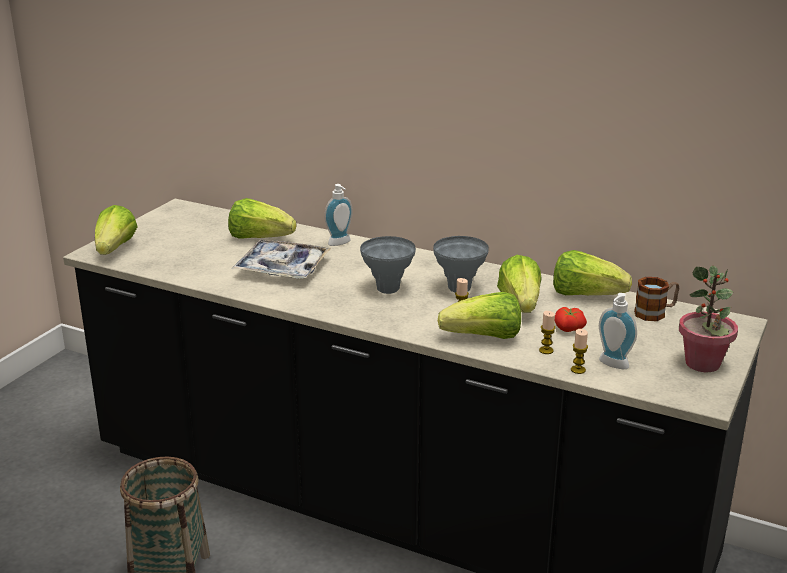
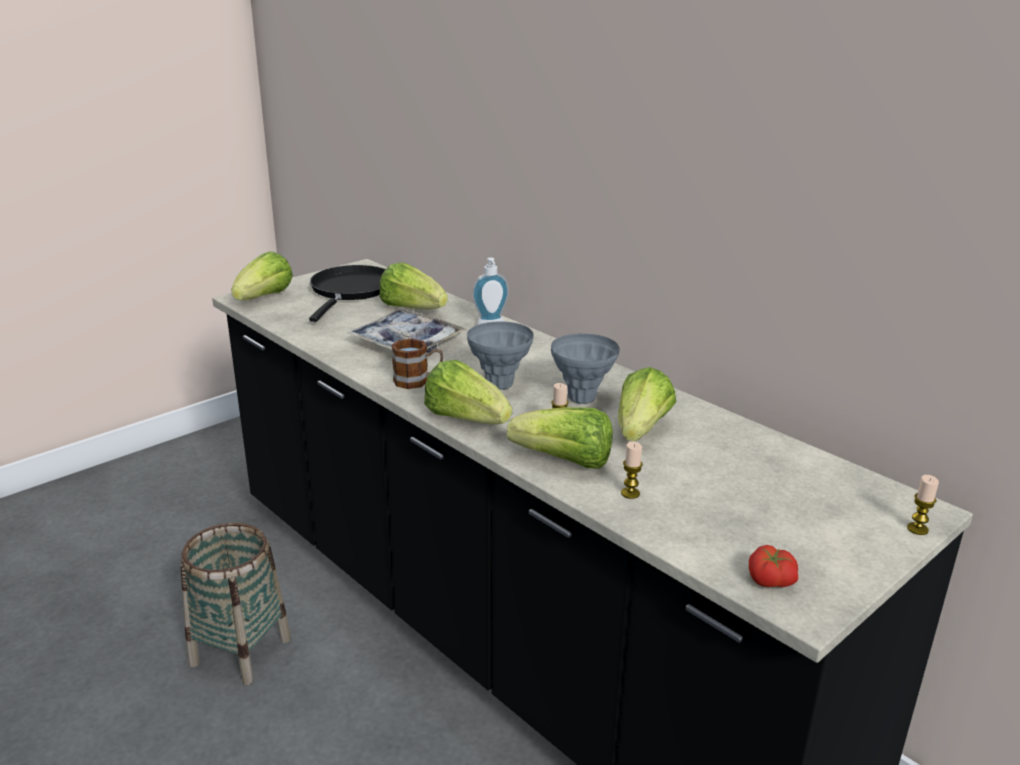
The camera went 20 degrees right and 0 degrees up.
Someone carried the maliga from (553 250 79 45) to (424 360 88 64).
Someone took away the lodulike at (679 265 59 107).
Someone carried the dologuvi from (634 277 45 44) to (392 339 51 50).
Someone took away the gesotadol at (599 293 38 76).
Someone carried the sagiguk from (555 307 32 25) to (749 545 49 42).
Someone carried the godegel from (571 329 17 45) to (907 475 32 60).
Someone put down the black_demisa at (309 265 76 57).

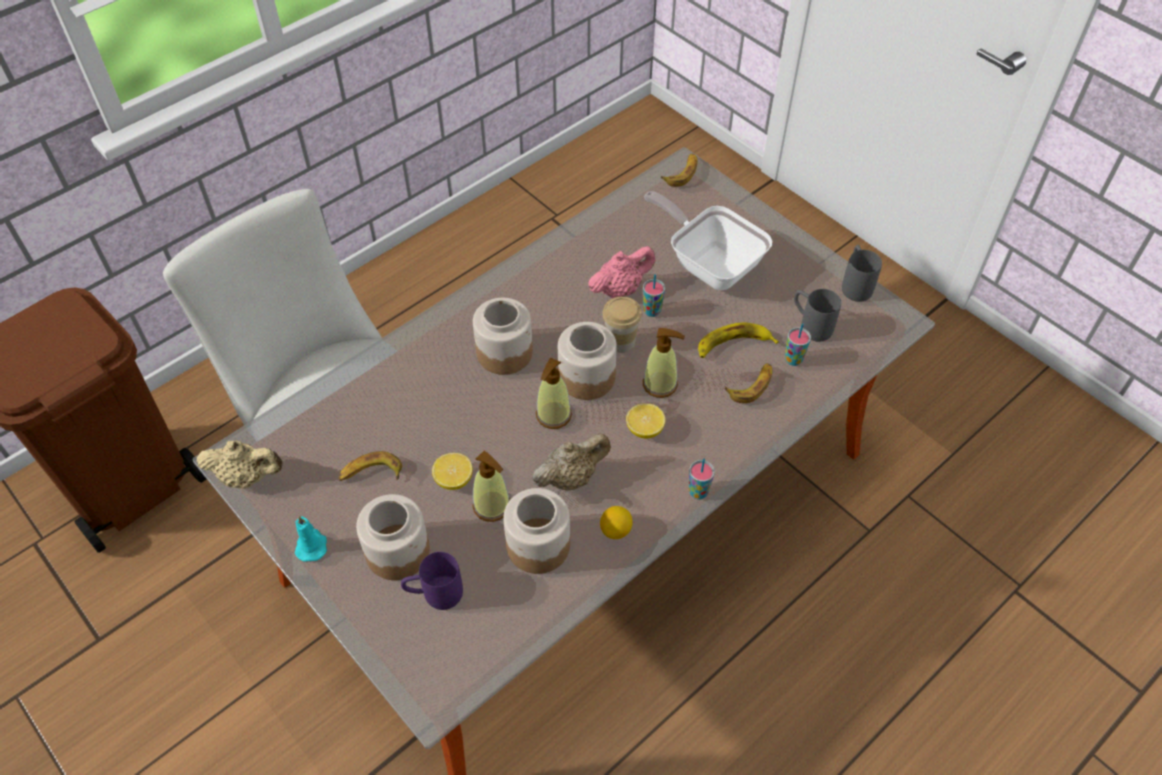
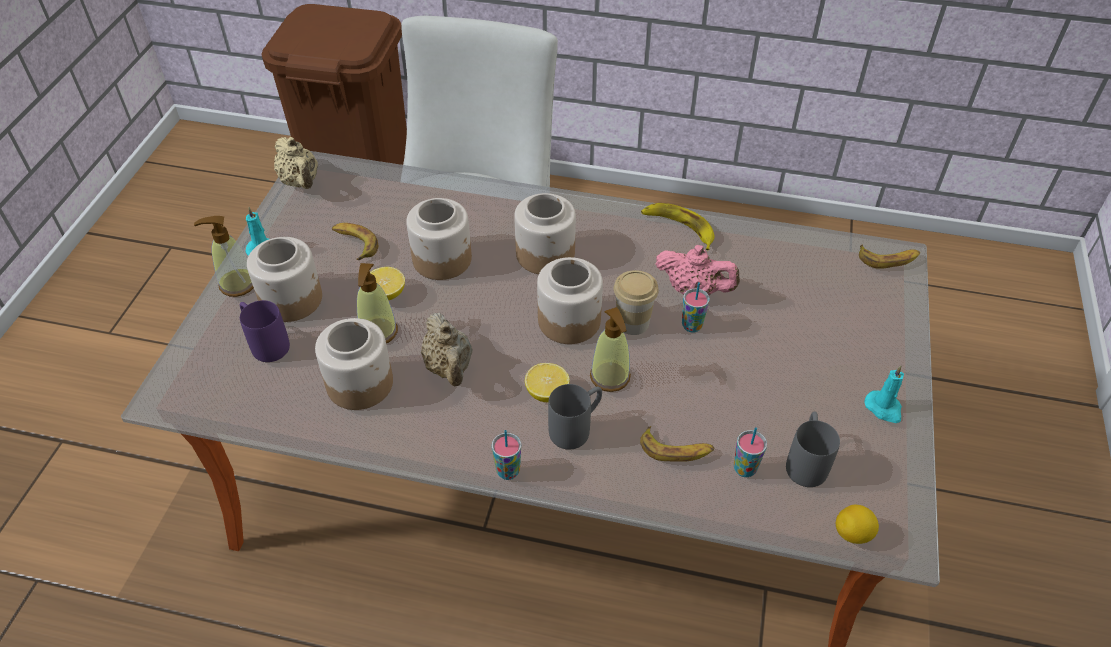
The camera went 55 degrees right and 5 degrees down.
Someone took away the demisa at (644 191 129 99).
Someone carried the grey_dologuvi from (842 245 40 57) to (548 384 54 65).
Someone carried the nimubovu from (698 322 81 36) to (641 203 73 47).
Someone carried the gesotadol from (536 358 36 71) to (194 216 60 81).
Someone rotated the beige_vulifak at (532 434 79 56) by 45 degrees clockwise.
Someone carried the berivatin from (600 506 33 33) to (836 505 43 39).
Someone put down the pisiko at (406 198 66 82).
Someone put down the turquoise_godegel at (864 366 40 57).

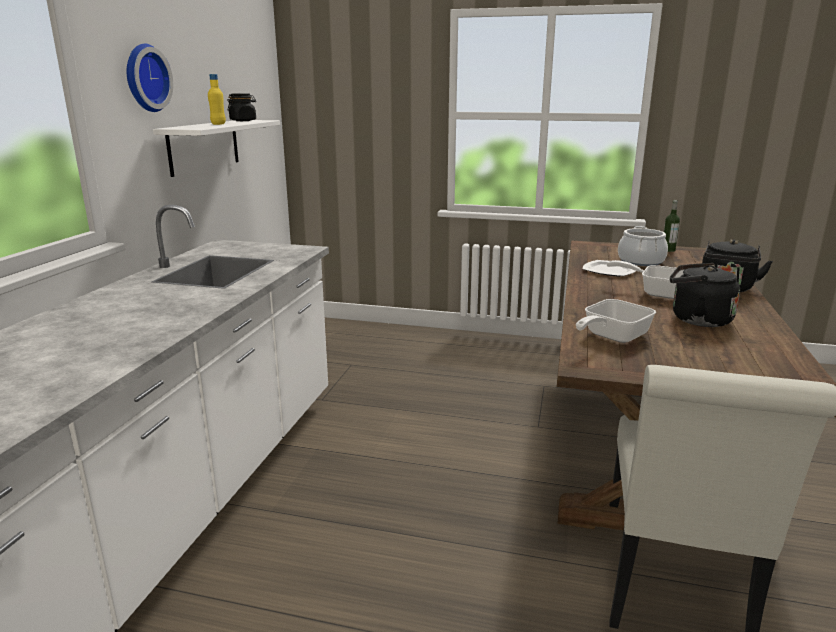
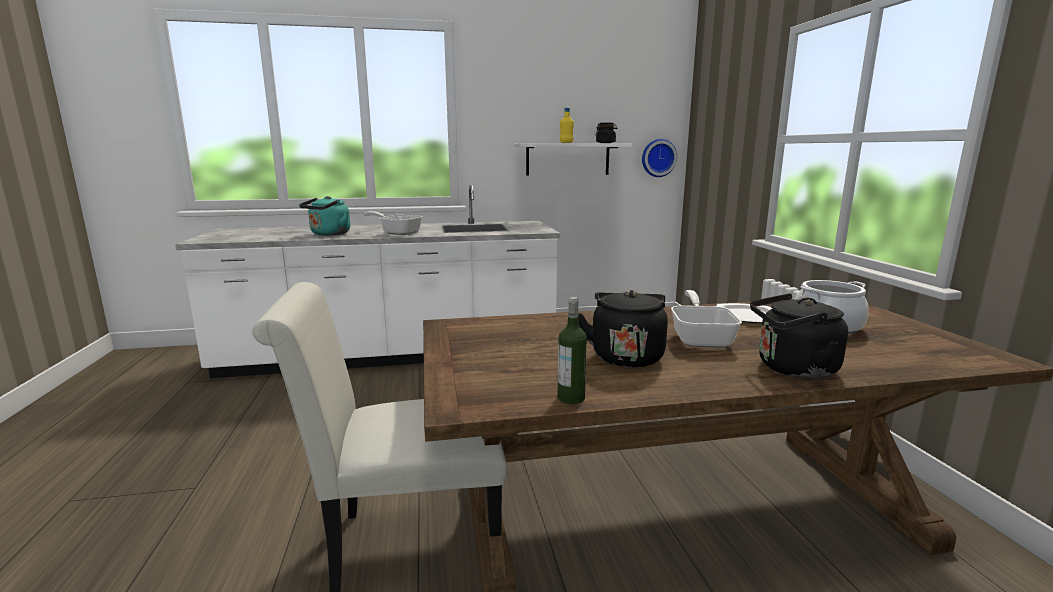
The camera went 65 degrees right and 5 degrees down.
Someone carried the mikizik from (127 44 46 68) to (642 139 35 38).
Someone carried the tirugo from (664 200 16 52) to (558 297 29 107).
Someone carried the demisa from (576 299 80 44) to (364 211 58 24).
Someone put down the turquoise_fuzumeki at (299 196 51 40).

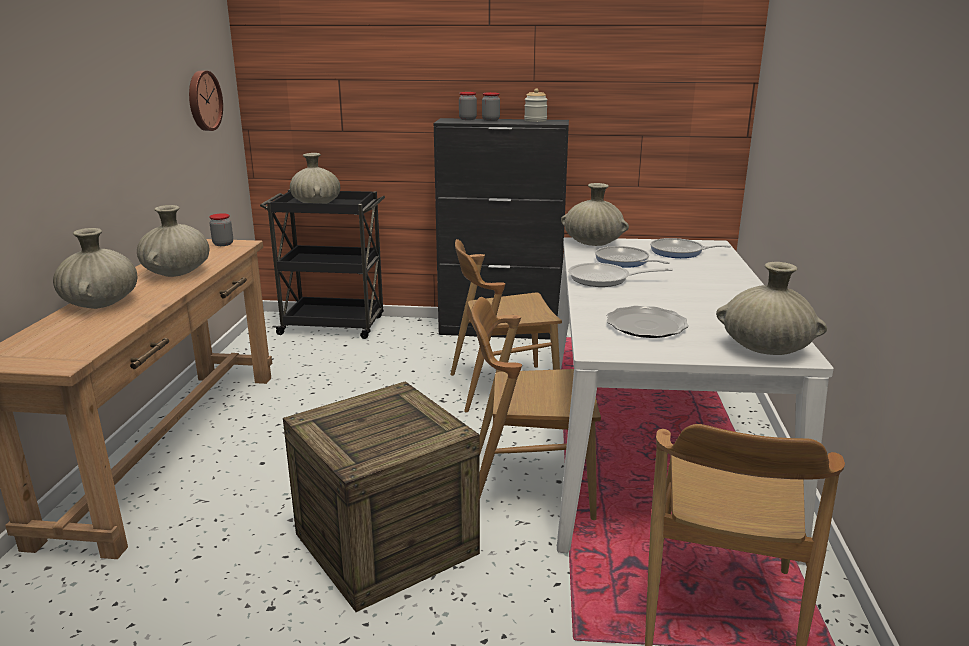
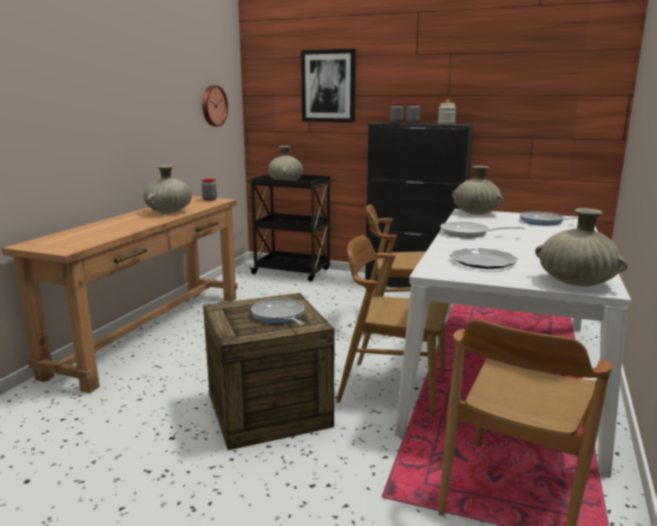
The camera went 15 degrees right and 5 degrees down.
Someone took away the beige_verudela at (53 228 84 81).
Someone carried the demisa from (595 246 75 22) to (251 298 54 27).
Someone put up the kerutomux at (301 49 55 74).

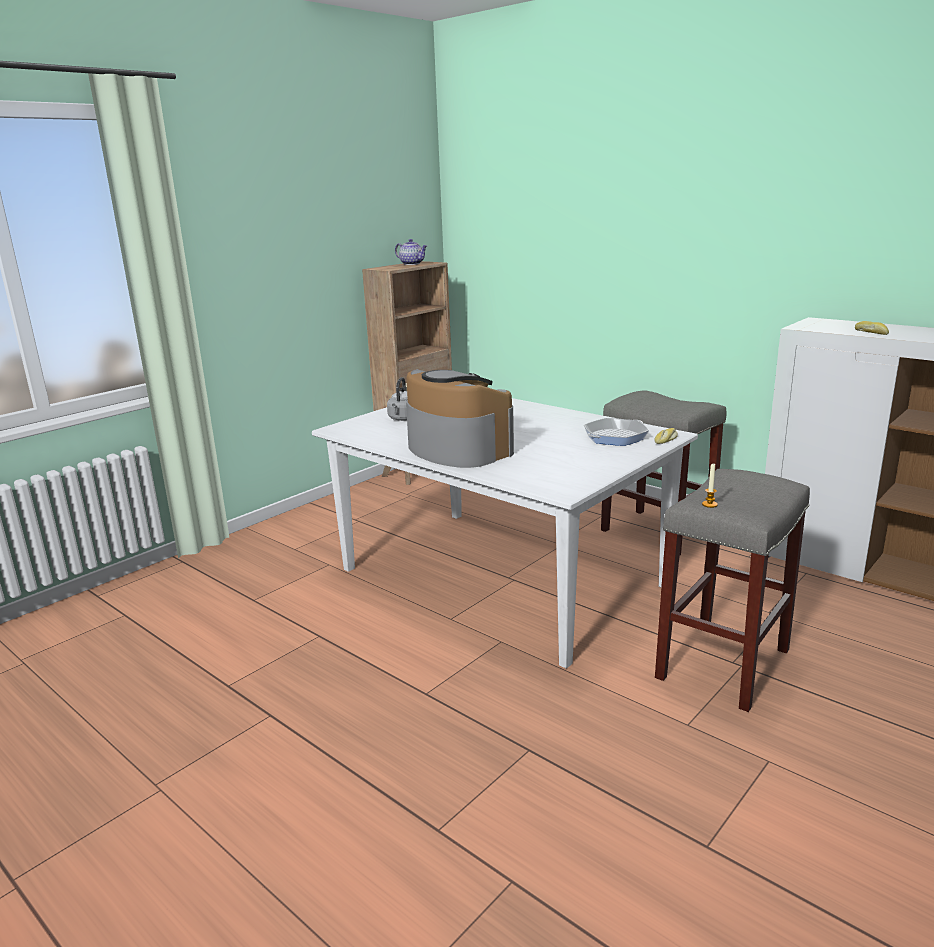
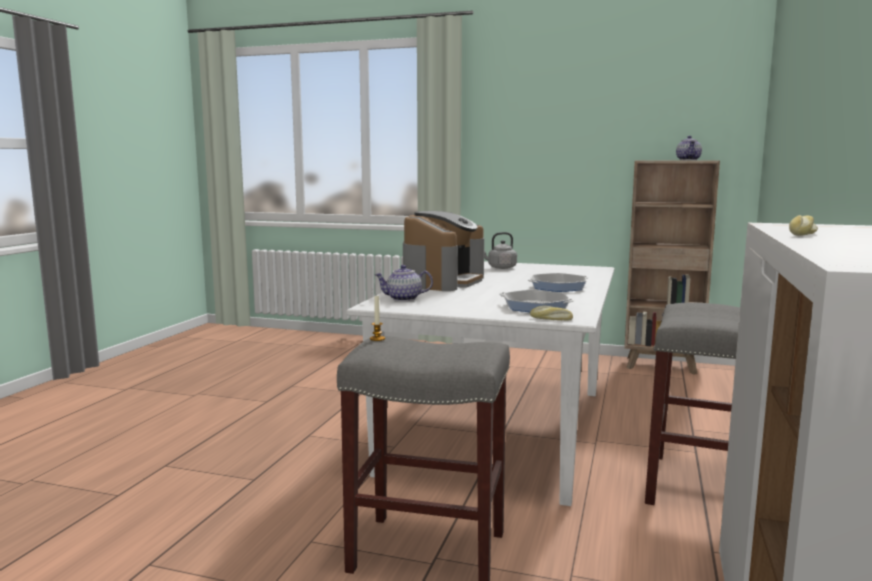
The camera went 65 degrees right and 10 degrees down.
Someone put down the vulifak at (374 265 59 36).
Someone put down the demisa at (528 273 61 19).

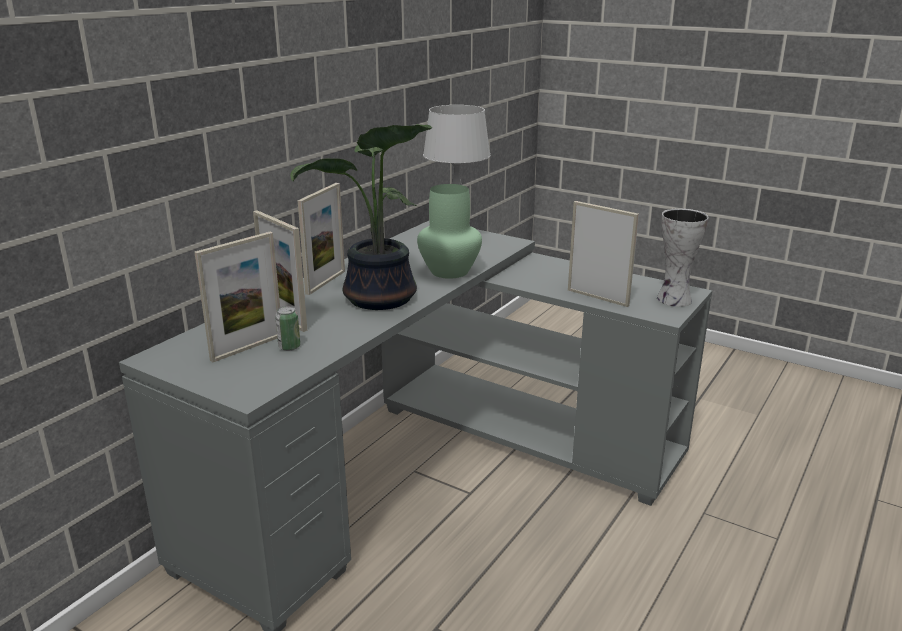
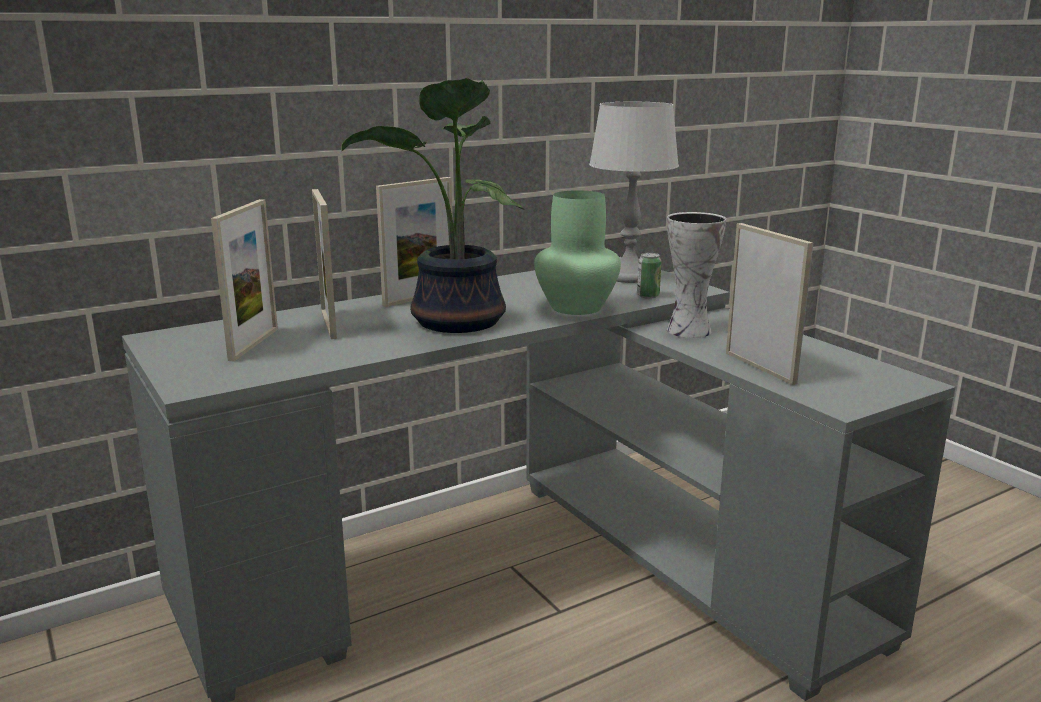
The camera went 25 degrees right and 5 degrees down.
Someone carried the verudela from (657 208 52 99) to (667 212 59 126).
Someone rotated the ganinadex at (194 232 86 130) by 60 degrees counterclockwise.
Someone carried the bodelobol from (275 306 25 45) to (637 253 24 46).

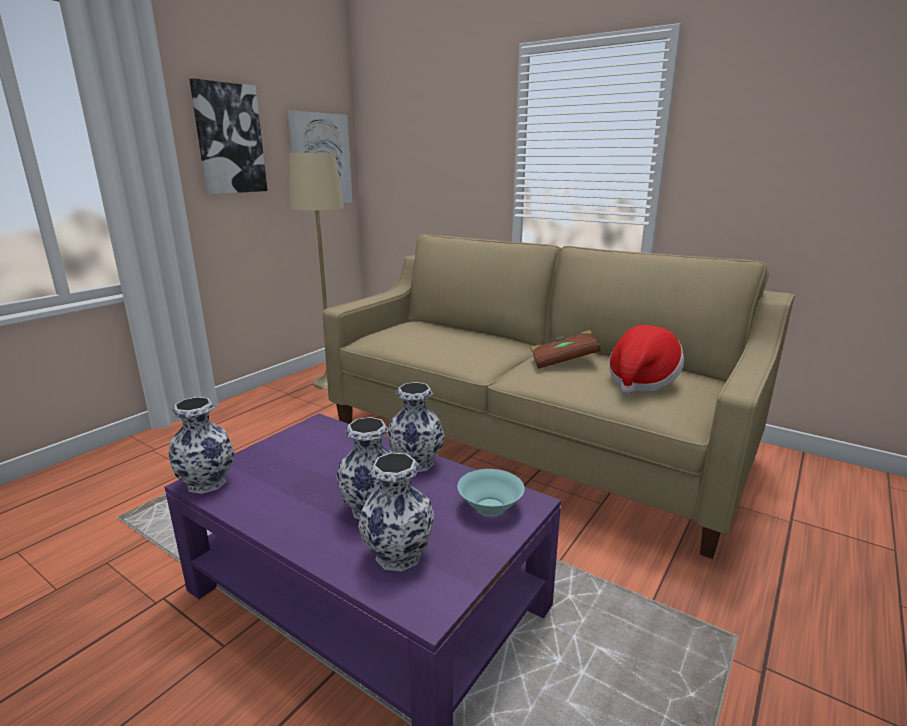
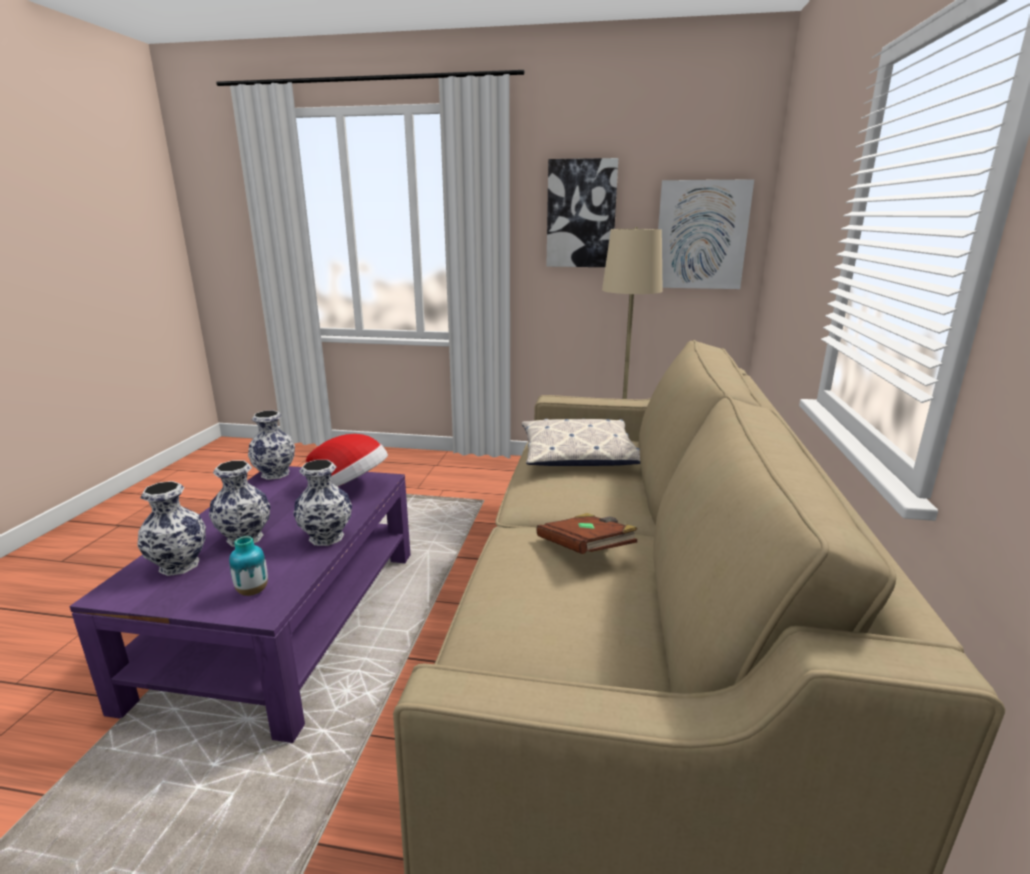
The camera went 65 degrees right and 0 degrees up.
Someone carried the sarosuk from (609 325 75 69) to (306 434 82 53).
Someone swapped the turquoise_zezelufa at (458 469 67 47) for the verudela at (229 536 39 60).
Someone put down the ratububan at (522 419 118 47).

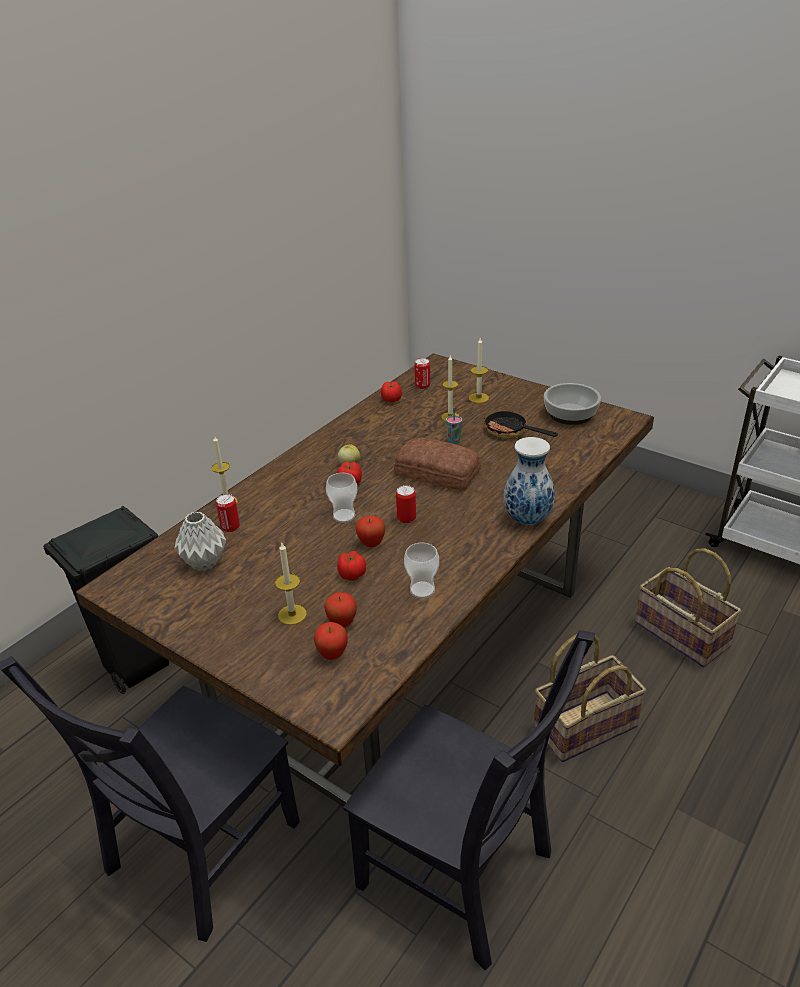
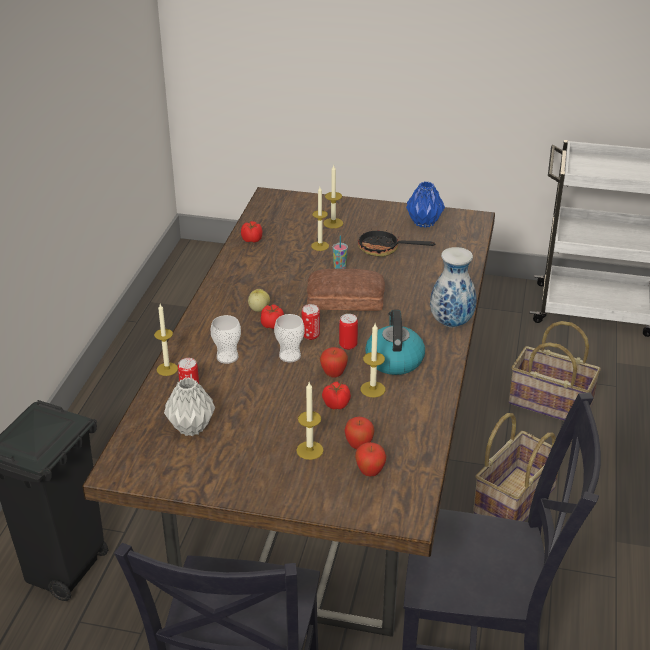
The camera went 25 degrees left and 0 degrees up.
Someone carried the bodelobol from (415 358 15 31) to (302 304 18 36).
Someone swapped the zezelufa at (544 383 57 42) for the blue_verudela at (406 181 39 47).
Someone carried the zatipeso from (404 543 35 55) to (211 315 30 49).
Someone put down the fuzumeki at (365 310 60 65).
Someone put down the godegel at (361 324 24 73).

